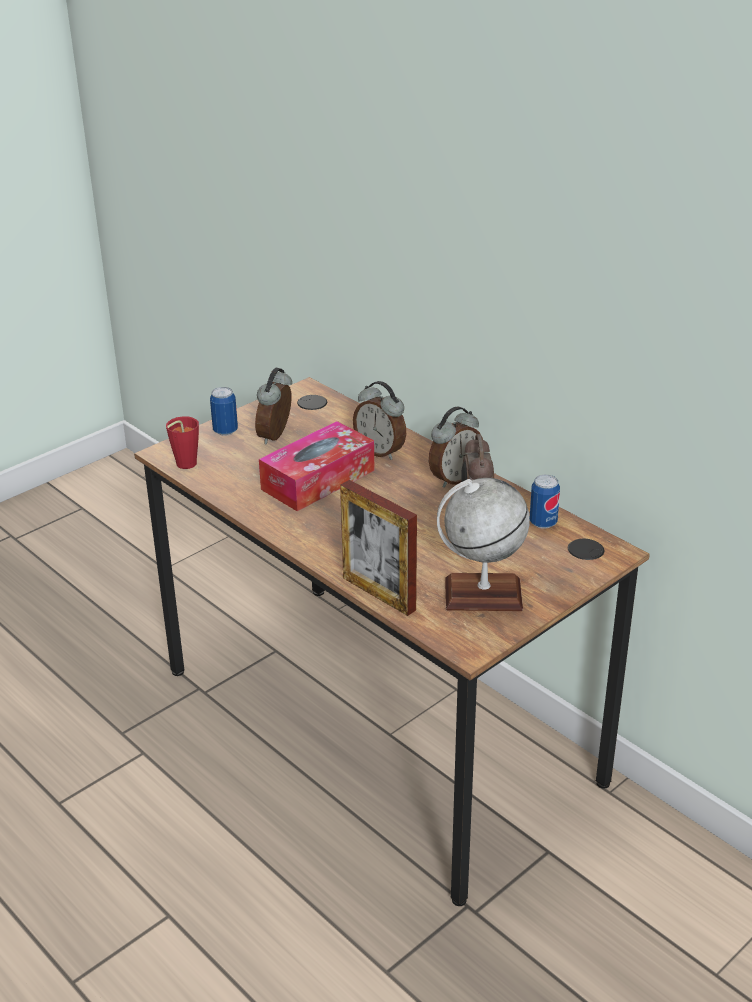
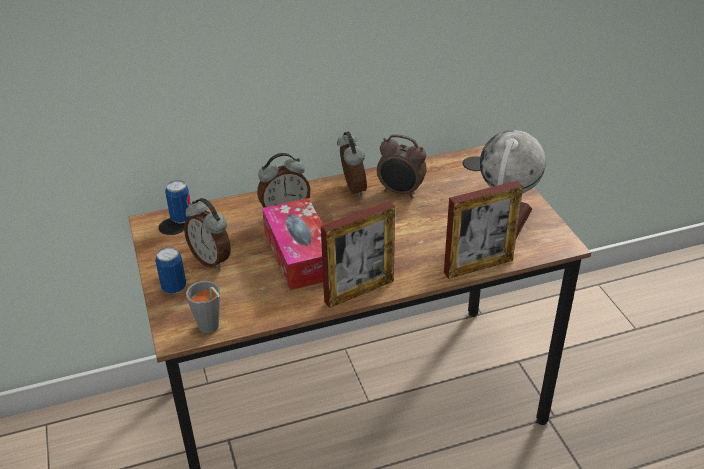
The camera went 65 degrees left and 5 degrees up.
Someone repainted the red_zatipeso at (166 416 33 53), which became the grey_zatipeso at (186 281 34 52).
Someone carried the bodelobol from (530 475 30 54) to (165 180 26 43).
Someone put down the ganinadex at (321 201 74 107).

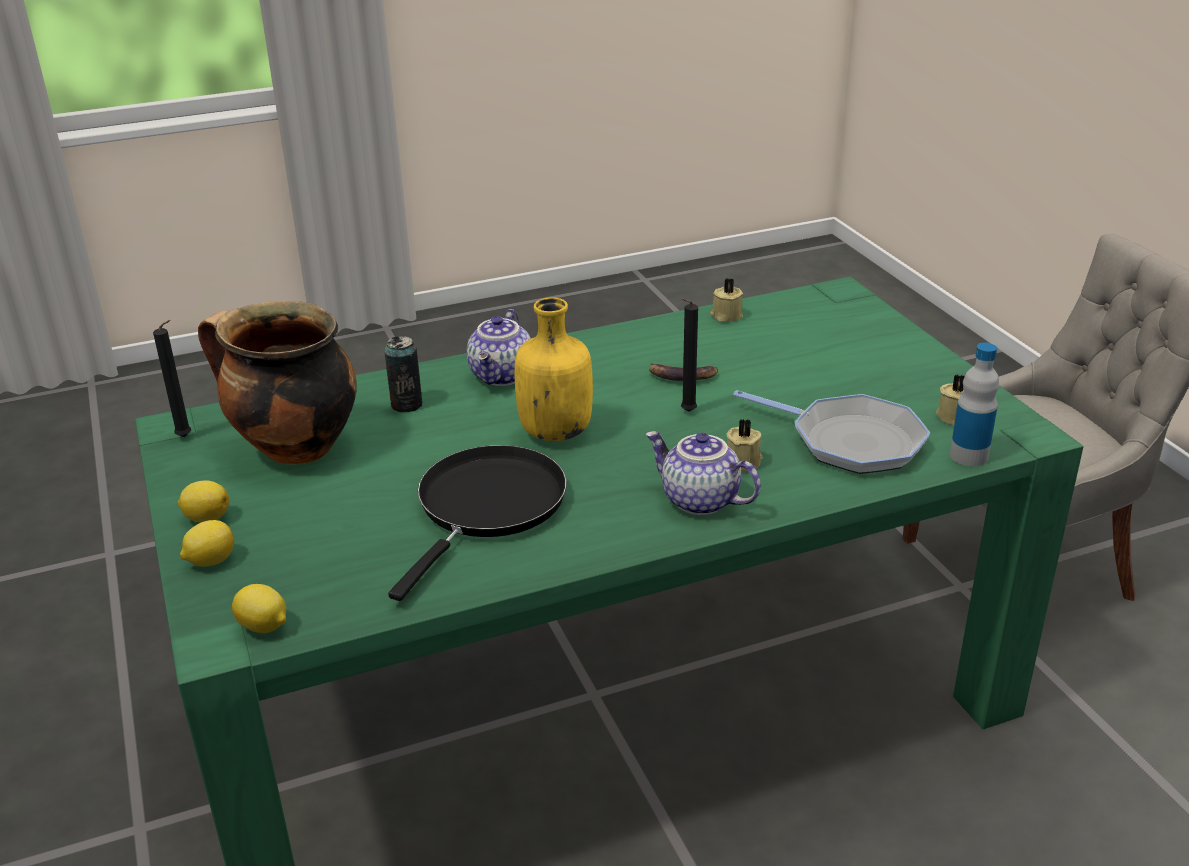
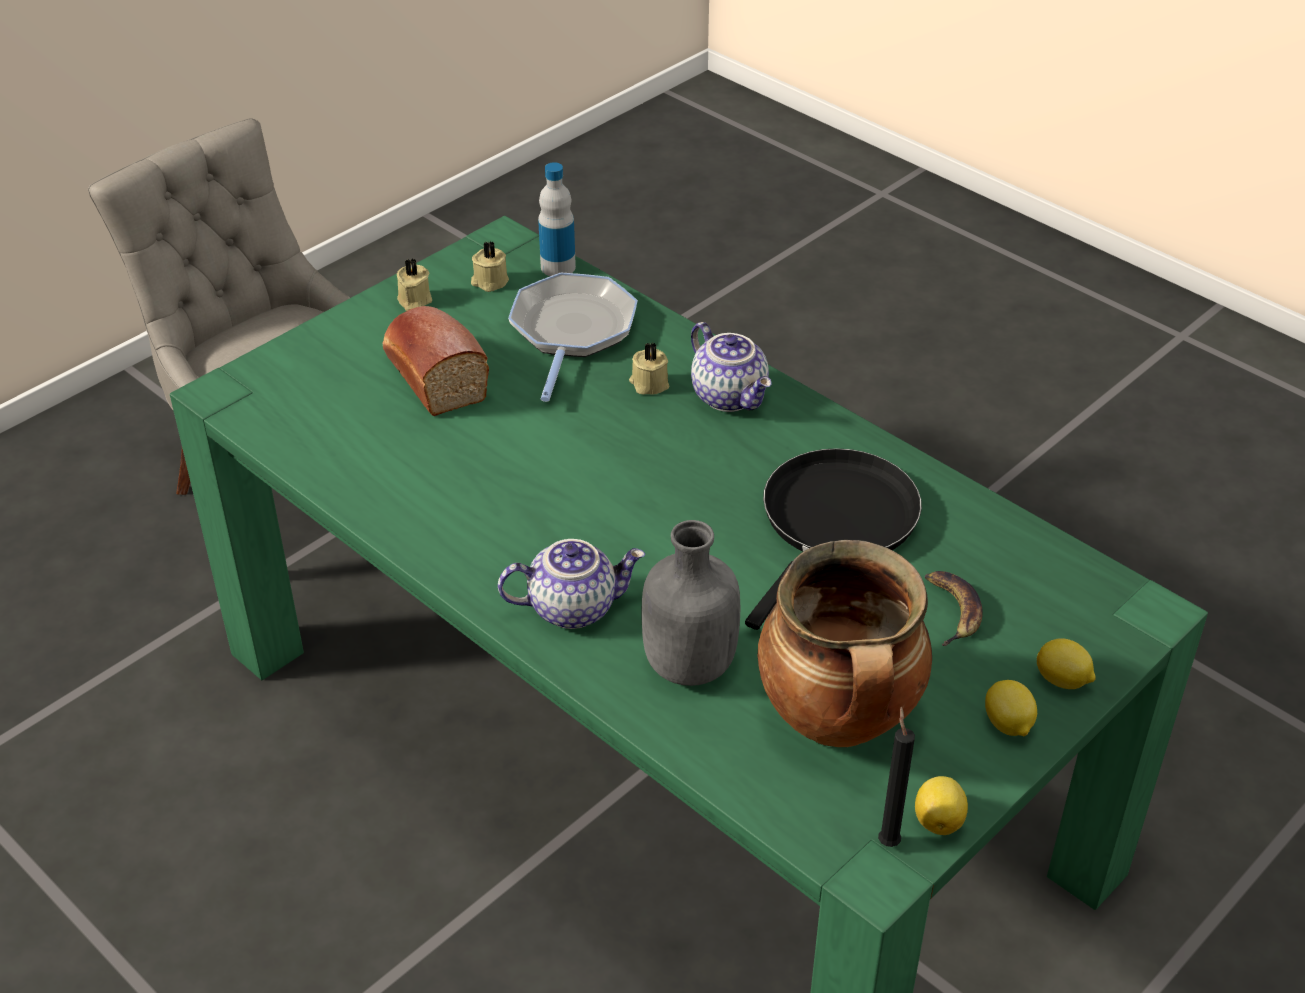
The camera went 115 degrees left and 10 degrees up.
Someone carried the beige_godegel from (710 279 33 43) to (397 258 35 53).
Someone took away the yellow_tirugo at (515 297 78 144).
Someone took away the black_godegel at (681 298 17 114).
Someone swapped the bodelobol at (384 336 38 76) for the grey_tirugo at (642 520 98 166).
Someone carried the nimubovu from (649 362 69 19) to (925 571 58 75).
Someone rotated the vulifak at (646 431 115 84) by 45 degrees counterclockwise.
Someone rotated the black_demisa at (388 445 179 156) by 120 degrees clockwise.
Someone carried the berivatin from (232 584 54 49) to (915 776 53 59).
Someone put down the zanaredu at (382 306 107 110).

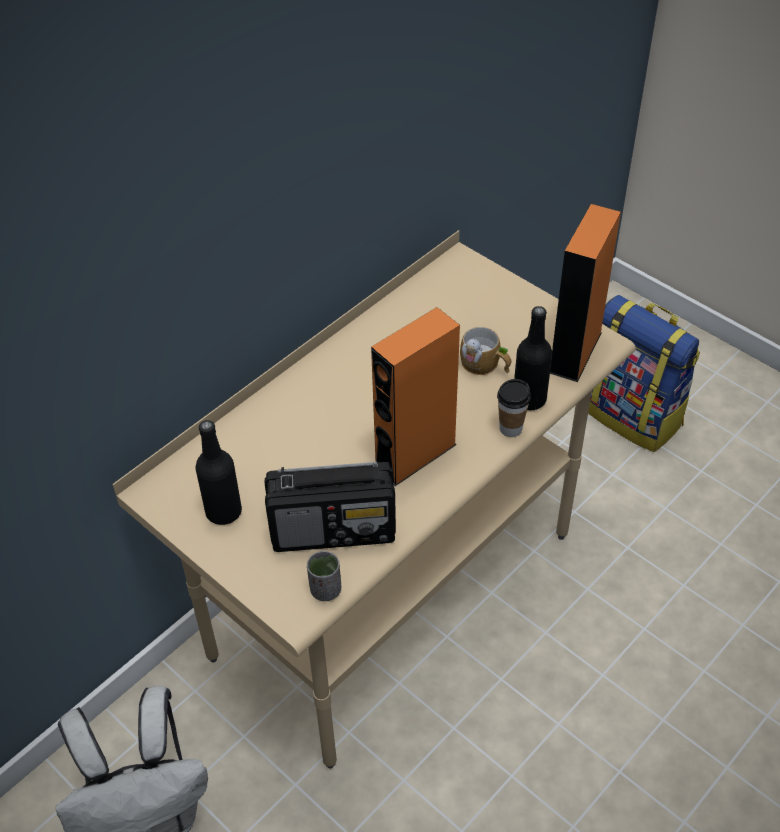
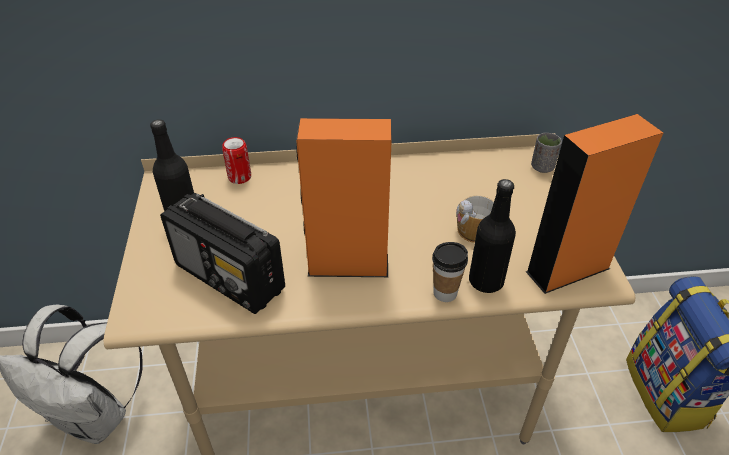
The camera went 40 degrees right and 5 degrees down.
Someone carried the grey_zatipeso from (307 551 34 50) to (531 133 31 40).
Someone put down the bodelobol at (222 137 29 47).

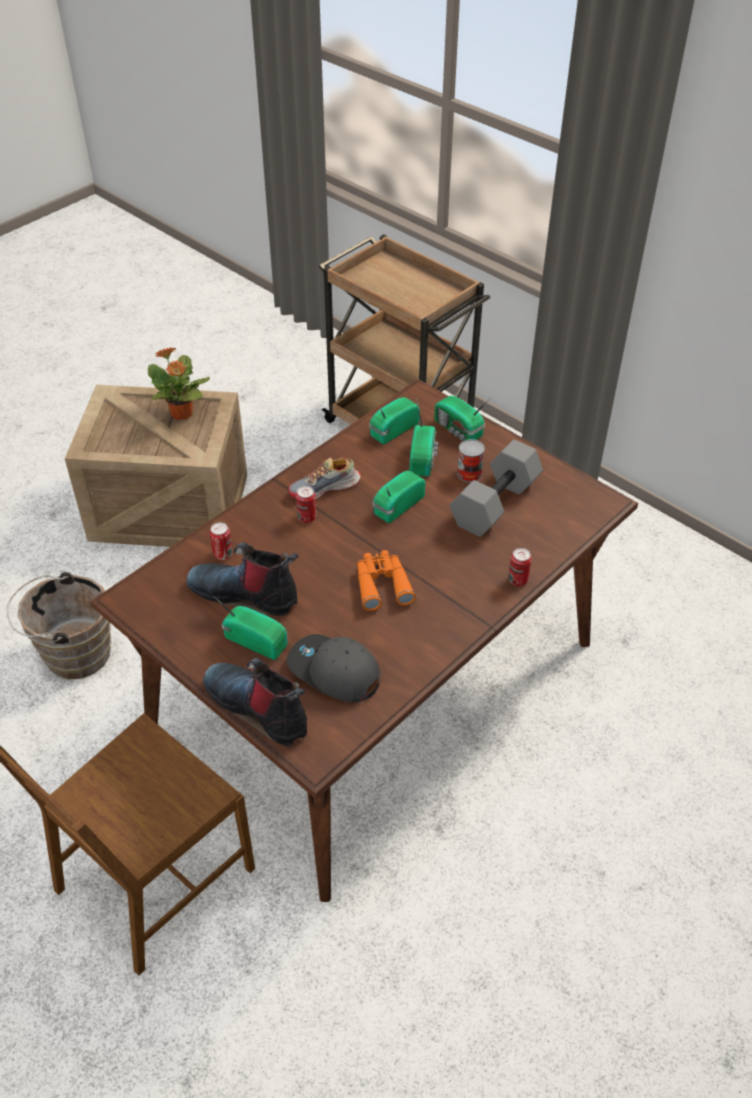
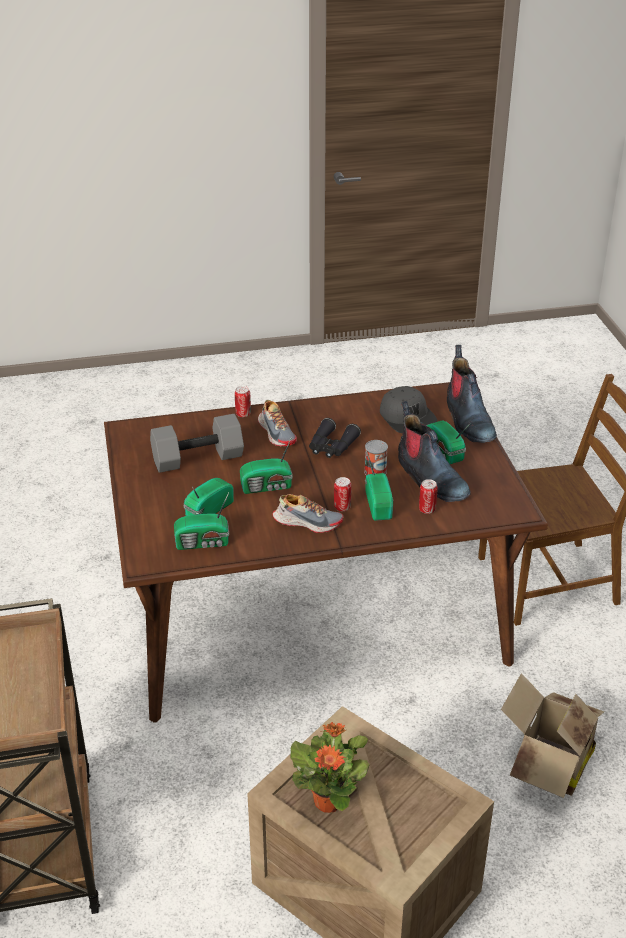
The camera went 145 degrees left and 10 degrees down.
Someone carried the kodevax from (434 396 56 45) to (365 450 28 71).
Someone carried the bodelobol from (457 439 28 43) to (364 440 24 35).
Someone repainted the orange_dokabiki at (357 550 59 61), which became the black_dokabiki at (309 418 52 40).
Someone swapped the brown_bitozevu at (7 570 104 109) for the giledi at (501 673 103 125).
Someone put down the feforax at (258 400 39 46).

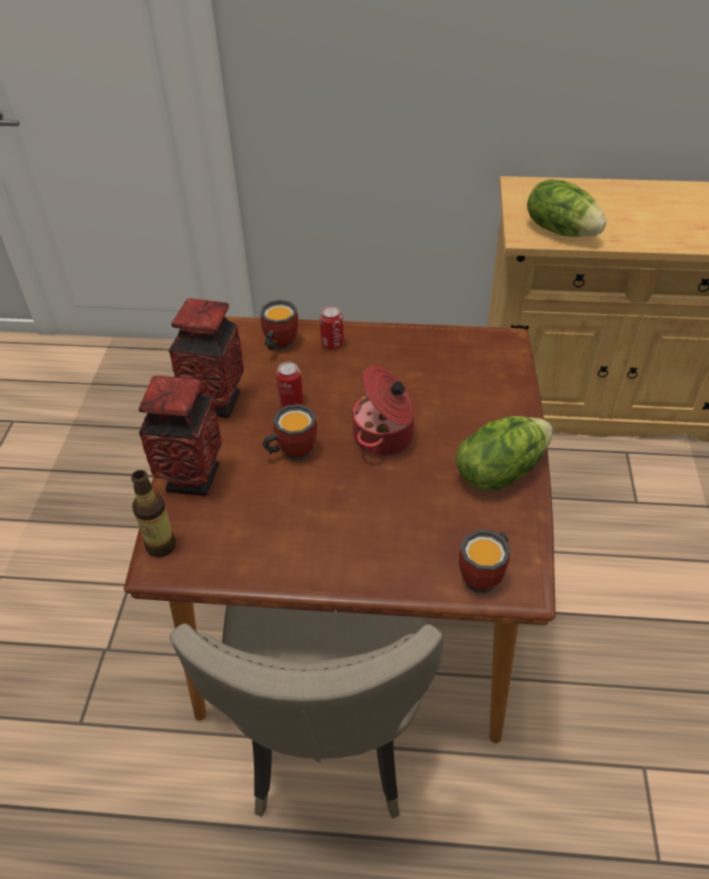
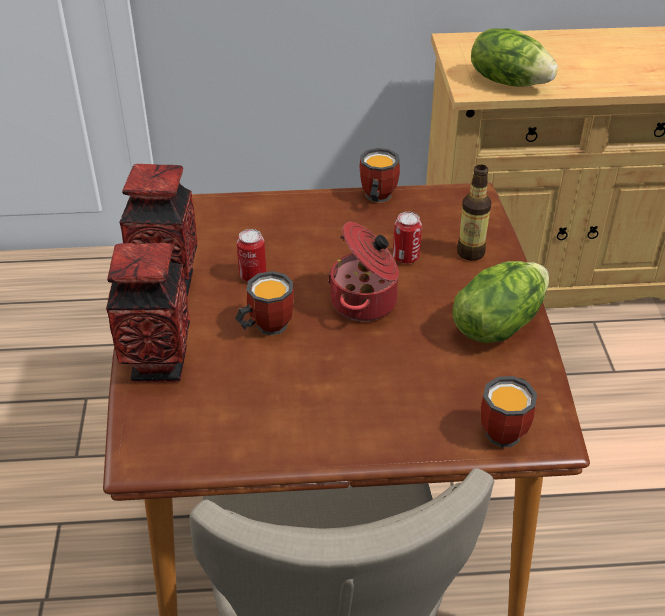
The camera went 10 degrees left and 5 degrees down.
Someone carried the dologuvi from (260 300 38 50) to (360 148 40 55).
Someone carried the bodelobol from (320 306 24 44) to (393 212 29 52).
Someone carried the tirugo from (131 470 45 87) to (457 164 34 97).

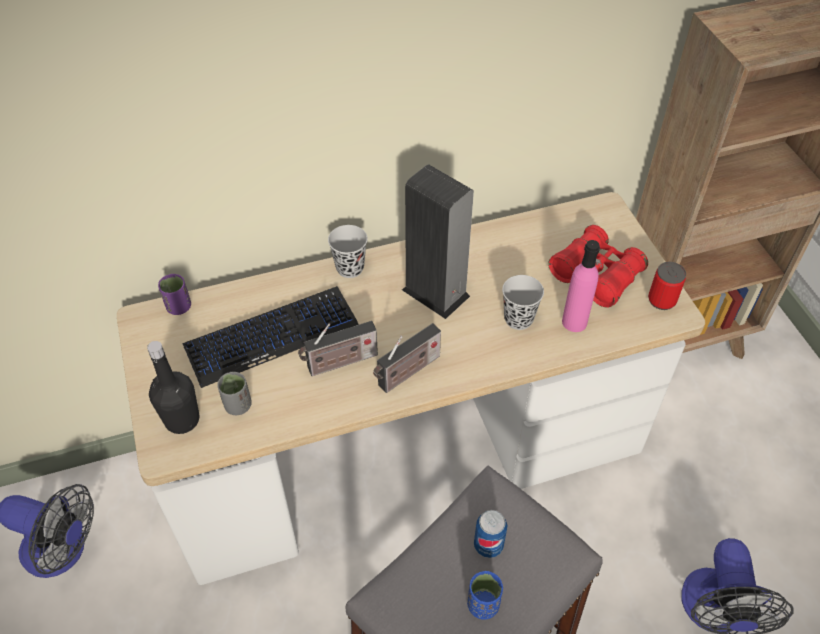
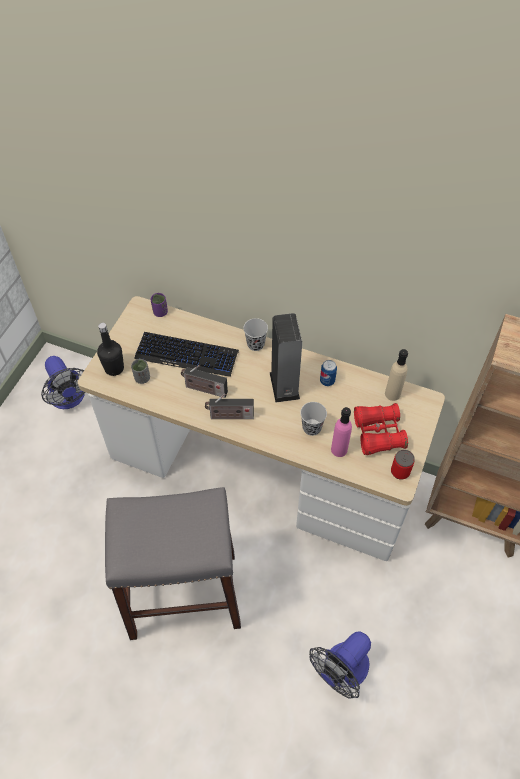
The camera went 40 degrees right and 5 degrees up.
Someone carried the bodelobol from (474 510 33 48) to (320 360 17 26).
Someone took away the blue_zatipeso at (467 571 36 49).
Someone put down the beige_tirugo at (385 349 23 52).

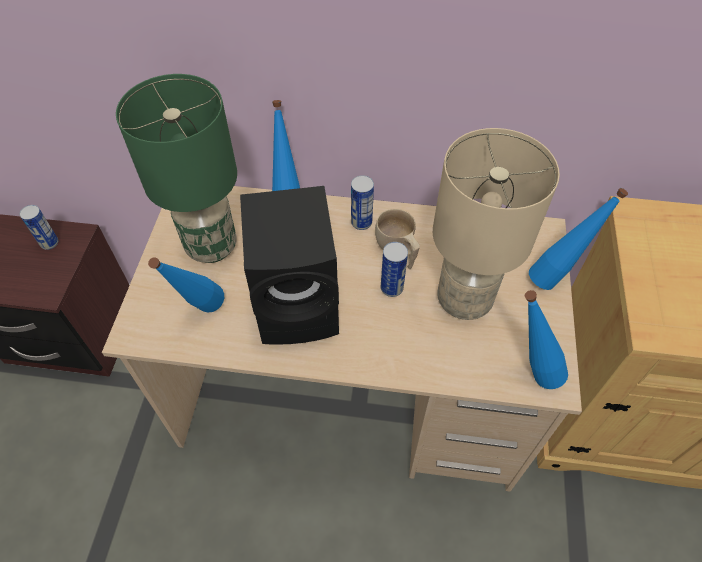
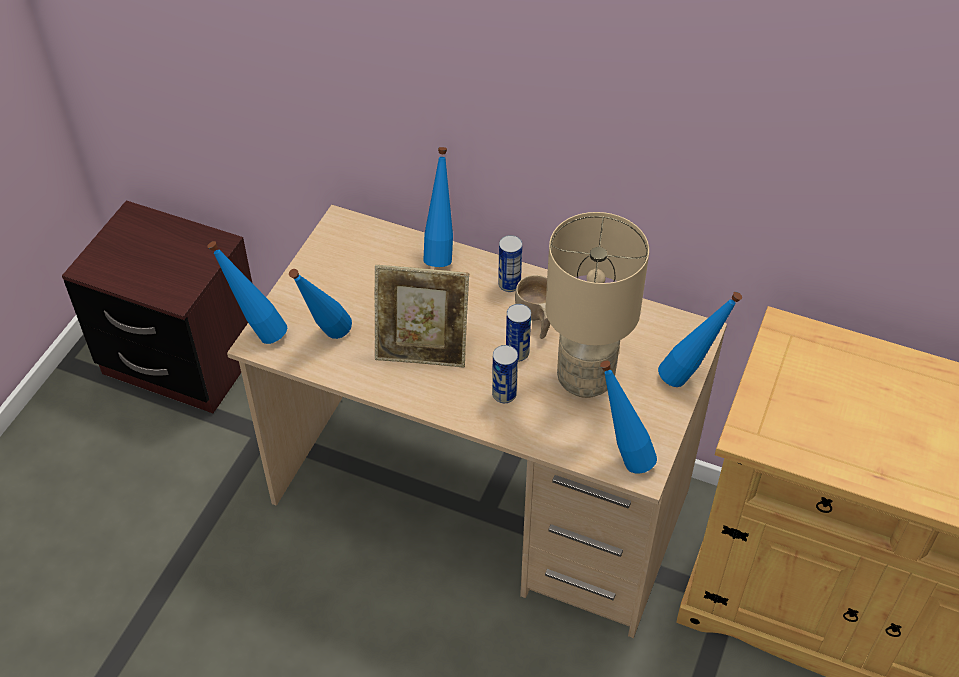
The camera went 15 degrees right and 5 degrees down.
Someone took away the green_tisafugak at (116 74 121 189).
Someone swapped the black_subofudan at (240 186 99 159) for the ganinadex at (375 265 94 102).
Someone carried the bodelobol from (19 205 39 45) to (492 345 26 58).
Someone put down the blue_tirugo at (207 241 80 103).

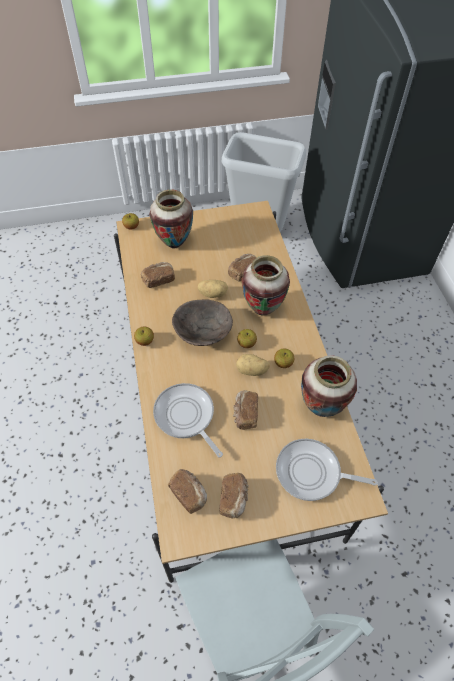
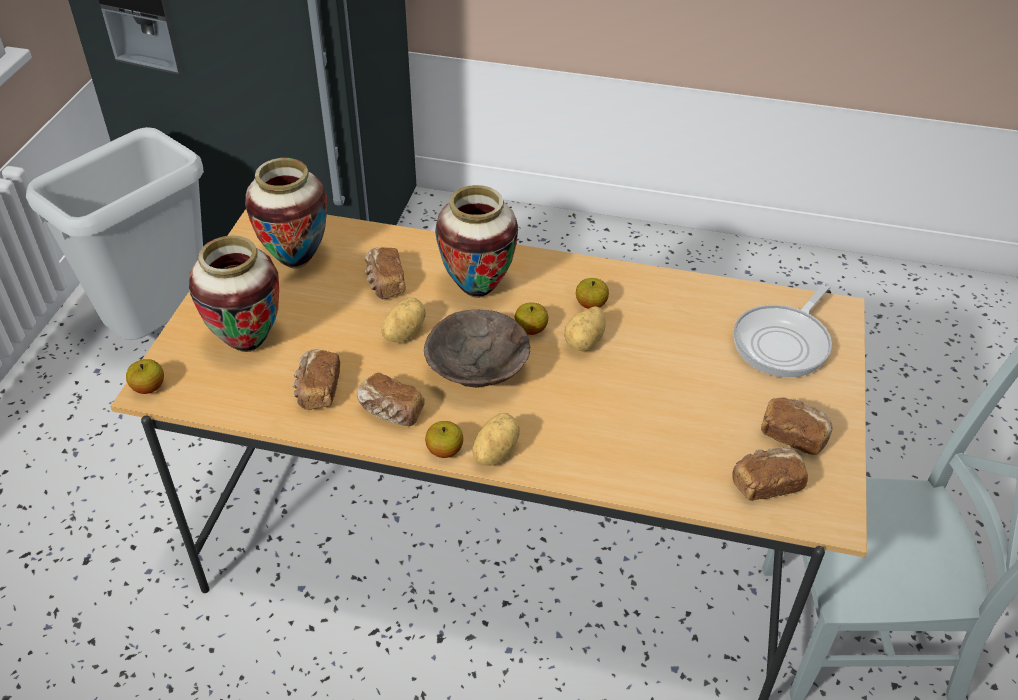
The camera went 65 degrees left and 10 degrees down.
Someone carried the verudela from (301 355 56 62) to (245 158 82 111).
Someone took away the demisa at (153 383 70 75).
Someone carried the zanaredu from (233 390 25 40) to (357 373 67 53).
Someone put down the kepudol at (472 413 48 53).

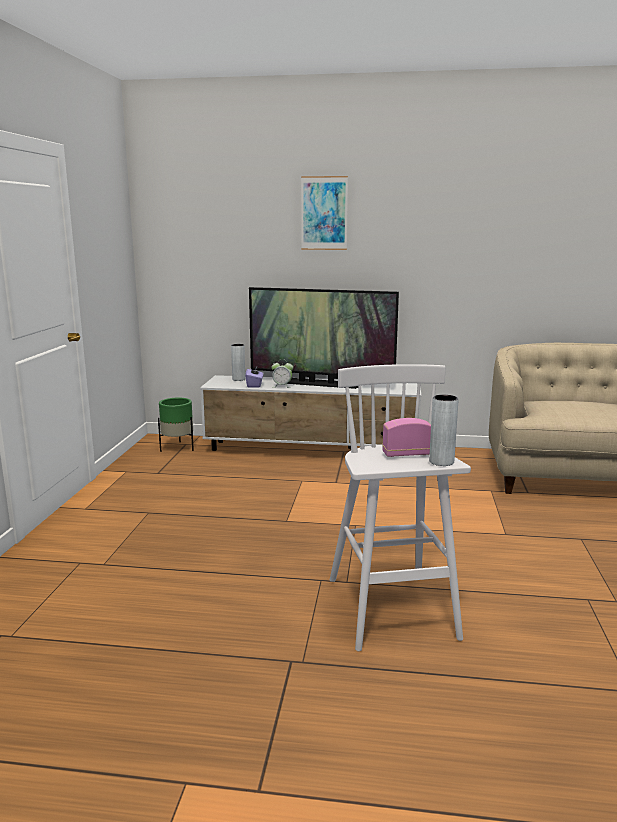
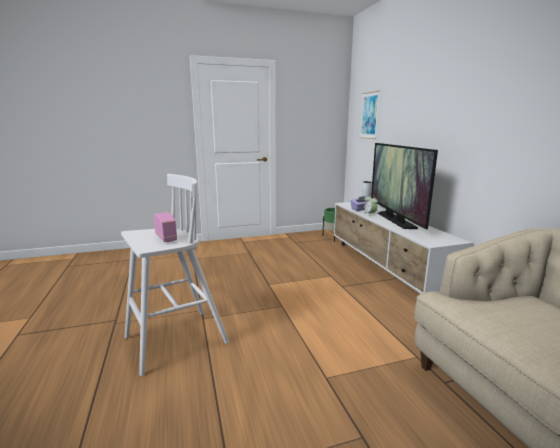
The camera went 65 degrees right and 0 degrees up.
Someone carried the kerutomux from (301 176 47 74) to (360 91 20 48).
Someone took away the grey_verudela at (429 394 30 72).

